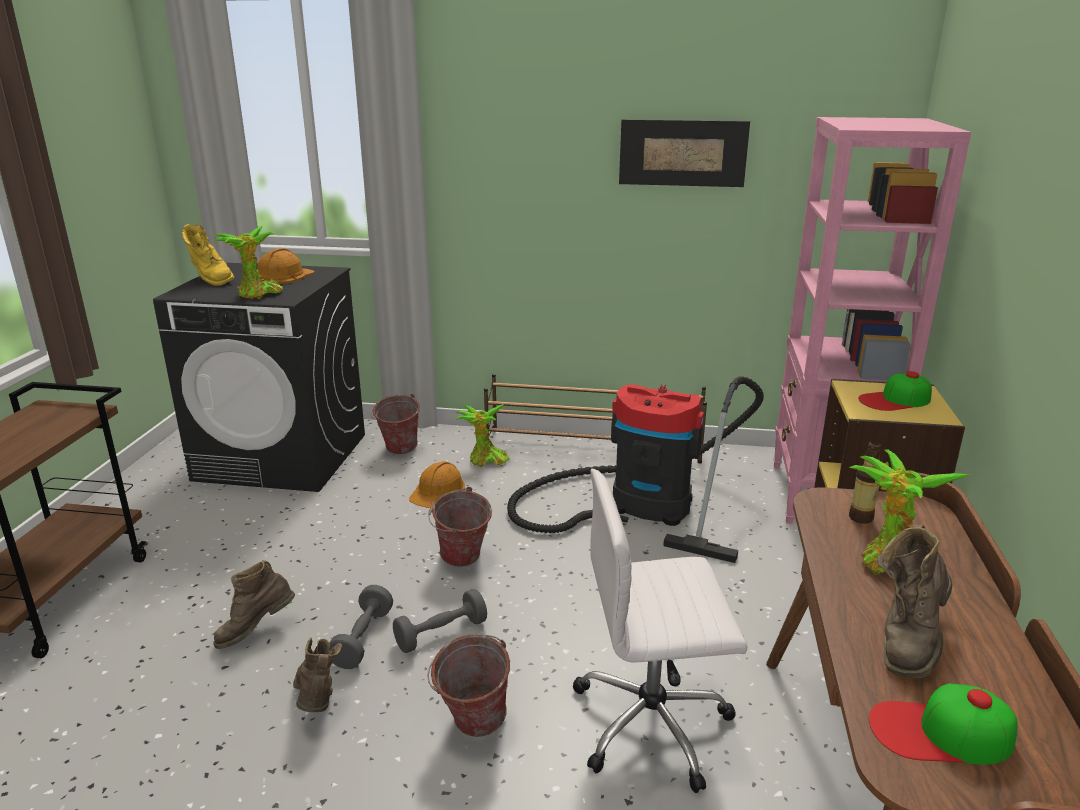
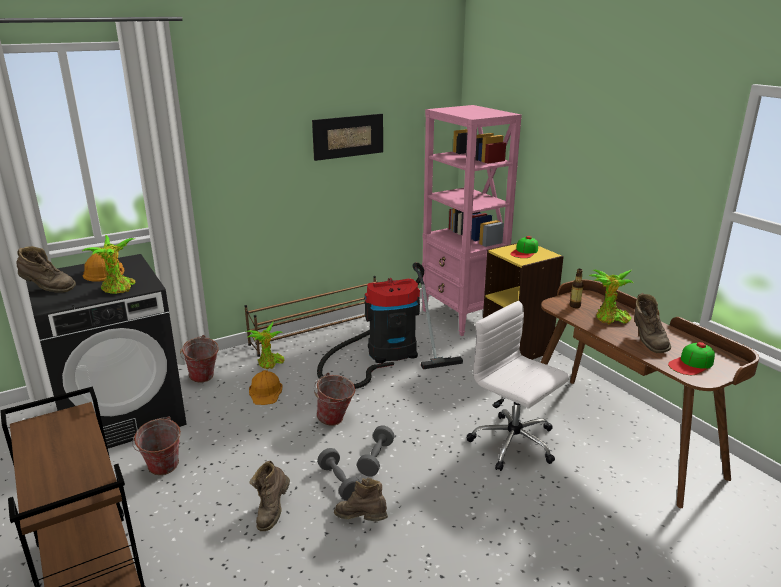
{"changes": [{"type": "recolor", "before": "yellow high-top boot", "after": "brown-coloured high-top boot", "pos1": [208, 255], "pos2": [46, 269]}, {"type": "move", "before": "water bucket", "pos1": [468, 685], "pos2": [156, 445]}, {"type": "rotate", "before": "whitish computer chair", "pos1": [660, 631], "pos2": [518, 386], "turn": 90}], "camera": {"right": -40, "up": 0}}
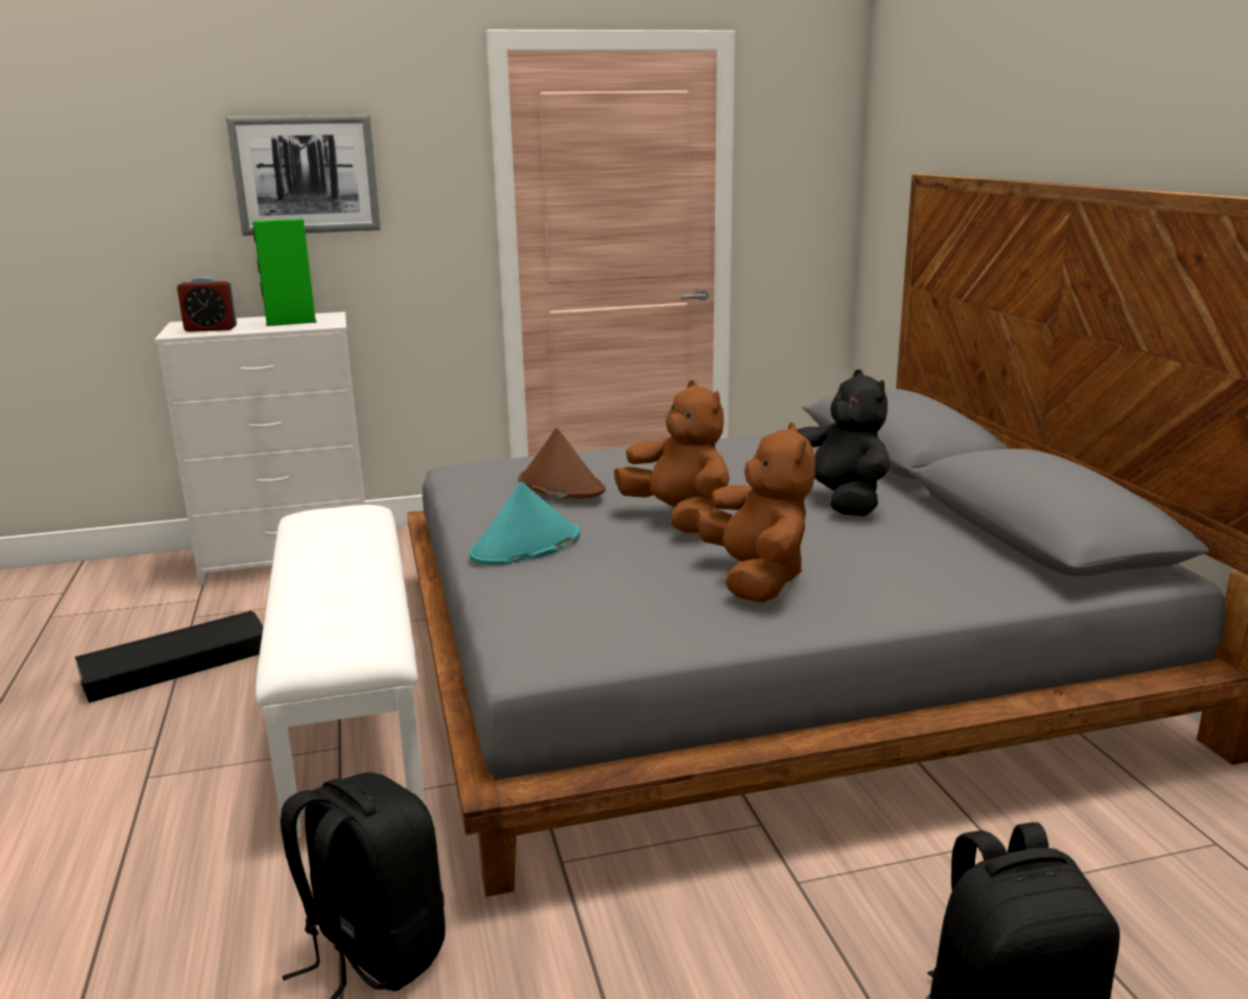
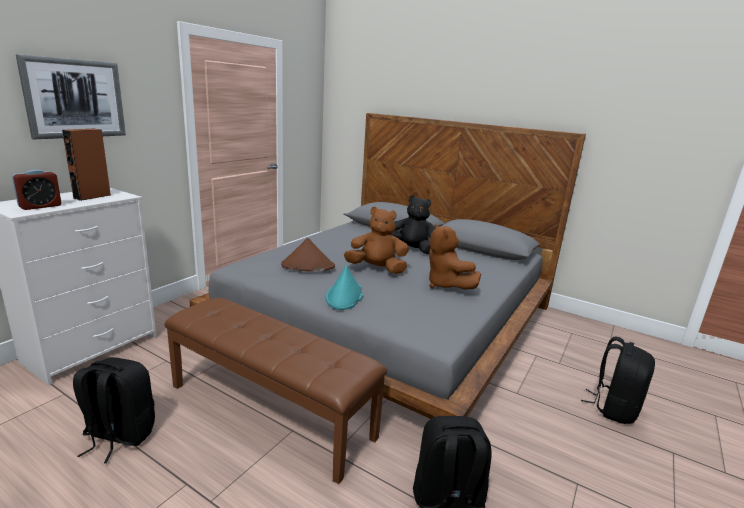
{"changes": [{"type": "replace", "before": "blackish storage container", "after": "blackish rucksack", "pos1": [169, 657], "pos2": [114, 410]}, {"type": "recolor", "before": "greenish loudspeaker", "after": "brown-coloured loudspeaker", "pos1": [285, 272], "pos2": [86, 165]}, {"type": "recolor", "before": "whitish long seat", "after": "brown-coloured long seat", "pos1": [339, 672], "pos2": [275, 391]}, {"type": "rotate", "before": "brown-coloured plush toy", "pos1": [755, 512], "pos2": [455, 256], "turn": -150}], "camera": {"right": -45, "up": 0}}
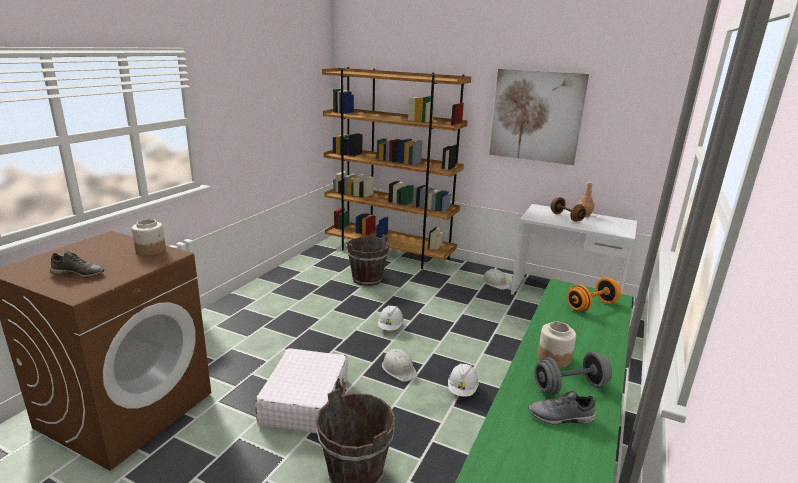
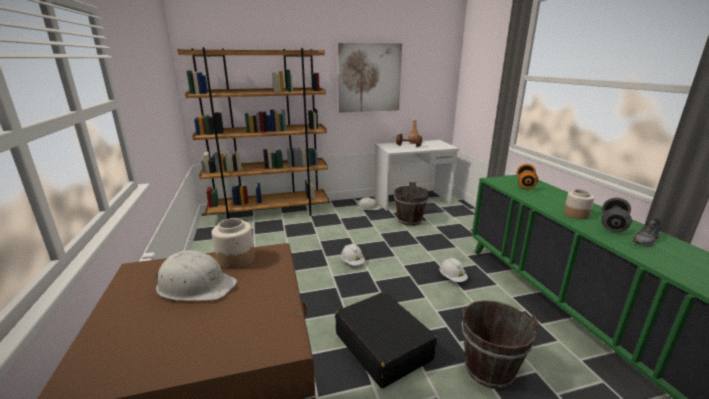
{"changes": [{"type": "delete", "before": "grey item of footwear", "pos1": [77, 264]}, {"type": "recolor", "before": "whitish travel case", "after": "blackish travel case", "pos1": [301, 391], "pos2": [386, 340]}, {"type": "move", "before": "brown-coloured water bucket", "pos1": [367, 260], "pos2": [411, 204]}, {"type": "move", "before": "whitish hard hat", "pos1": [400, 365], "pos2": [196, 275]}], "camera": {"right": -40, "up": 0}}
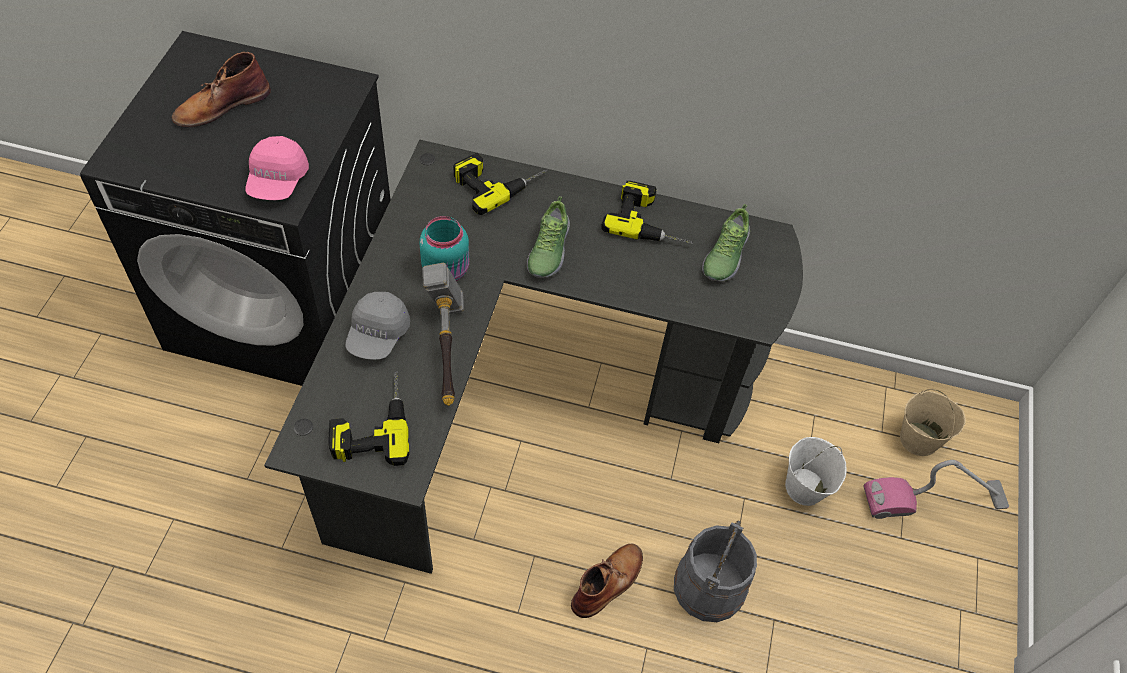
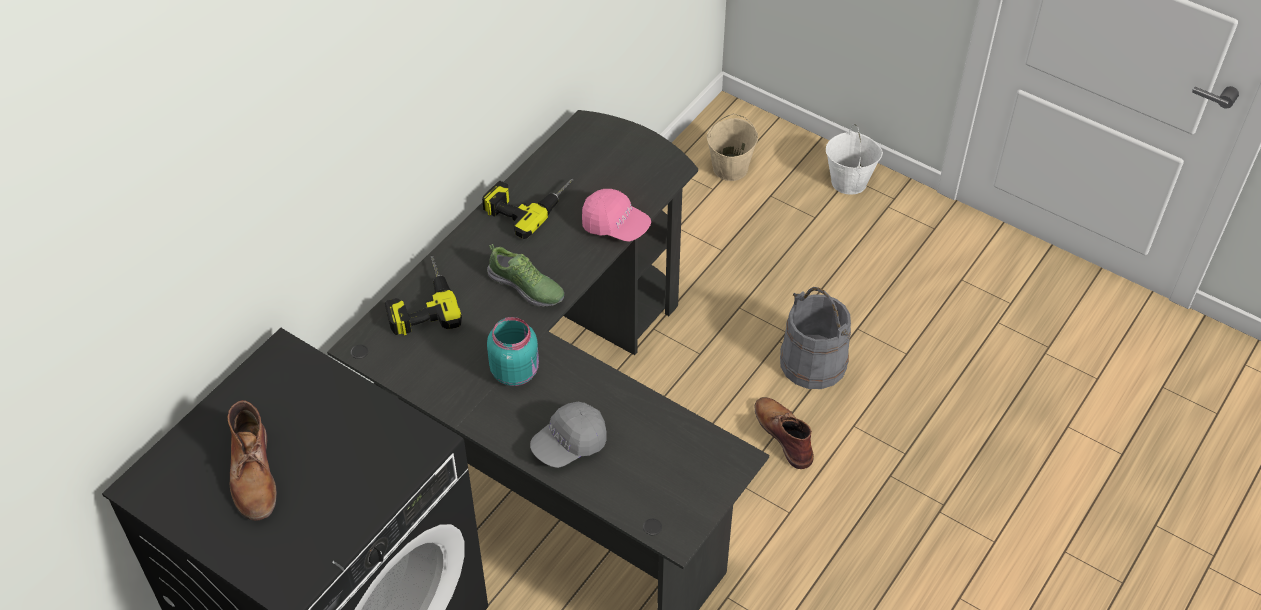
{"changes": [{"type": "move", "before": "pink cap", "pos1": [277, 168], "pos2": [616, 215]}, {"type": "delete", "before": "electric drill", "pos1": [368, 418]}, {"type": "rotate", "before": "grey cap", "pos1": [377, 326], "pos2": [568, 435], "turn": 105}, {"type": "delete", "before": "hand hammer", "pos1": [443, 334]}, {"type": "delete", "before": "item of footwear", "pos1": [726, 243]}, {"type": "move", "before": "whitish water bucket", "pos1": [816, 471], "pos2": [854, 159]}, {"type": "delete", "before": "vacuum cleaner", "pos1": [936, 489]}], "camera": {"right": -65, "up": -5}}
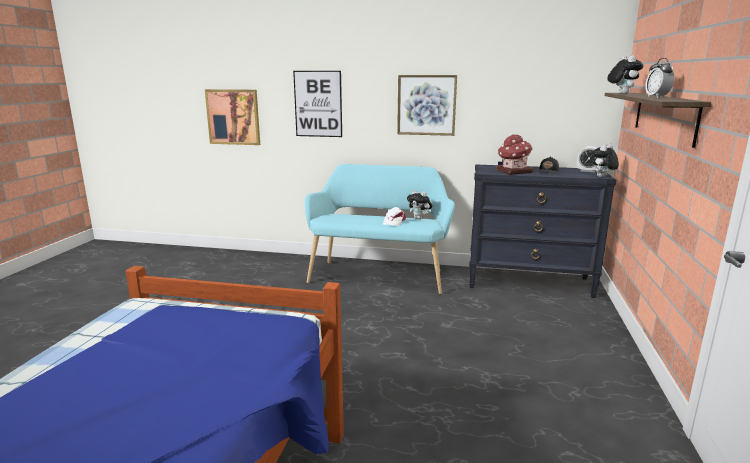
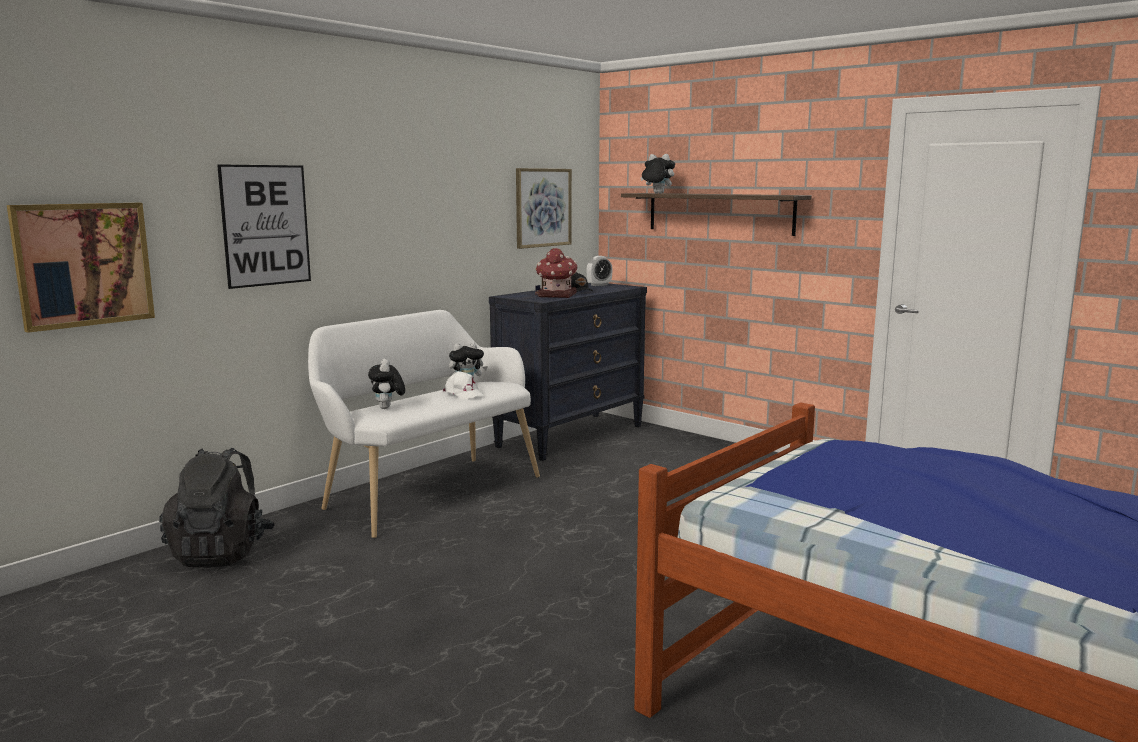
{"changes": [{"type": "recolor", "before": "turquoise long seat", "after": "whitish long seat", "pos1": [380, 229], "pos2": [424, 424]}, {"type": "move", "before": "wall picture", "pos1": [427, 105], "pos2": [544, 208]}, {"type": "move", "before": "plush toy", "pos1": [605, 160], "pos2": [386, 384]}, {"type": "delete", "before": "bedside clock", "pos1": [659, 78]}, {"type": "insert", "after": "blackish rucksack", "pos2": [217, 508]}], "camera": {"right": -60, "up": -5}}
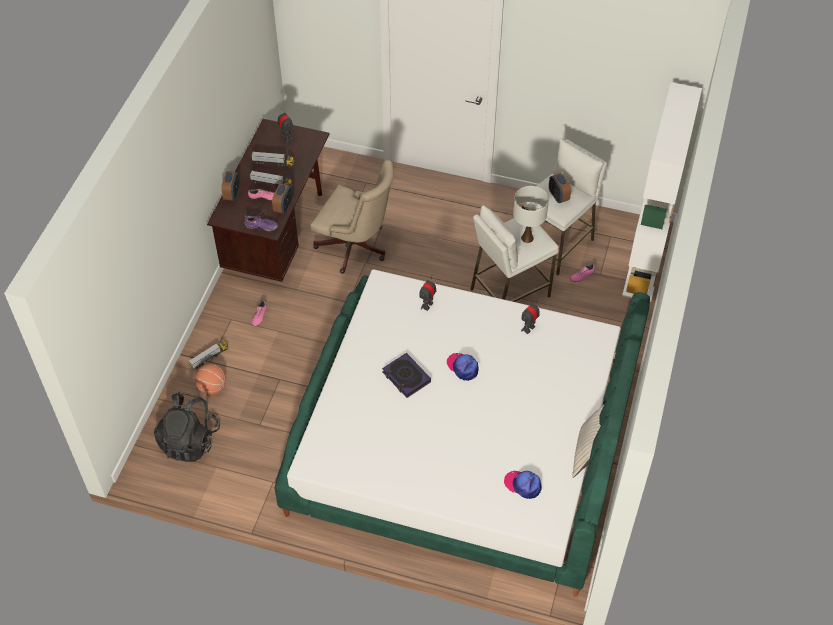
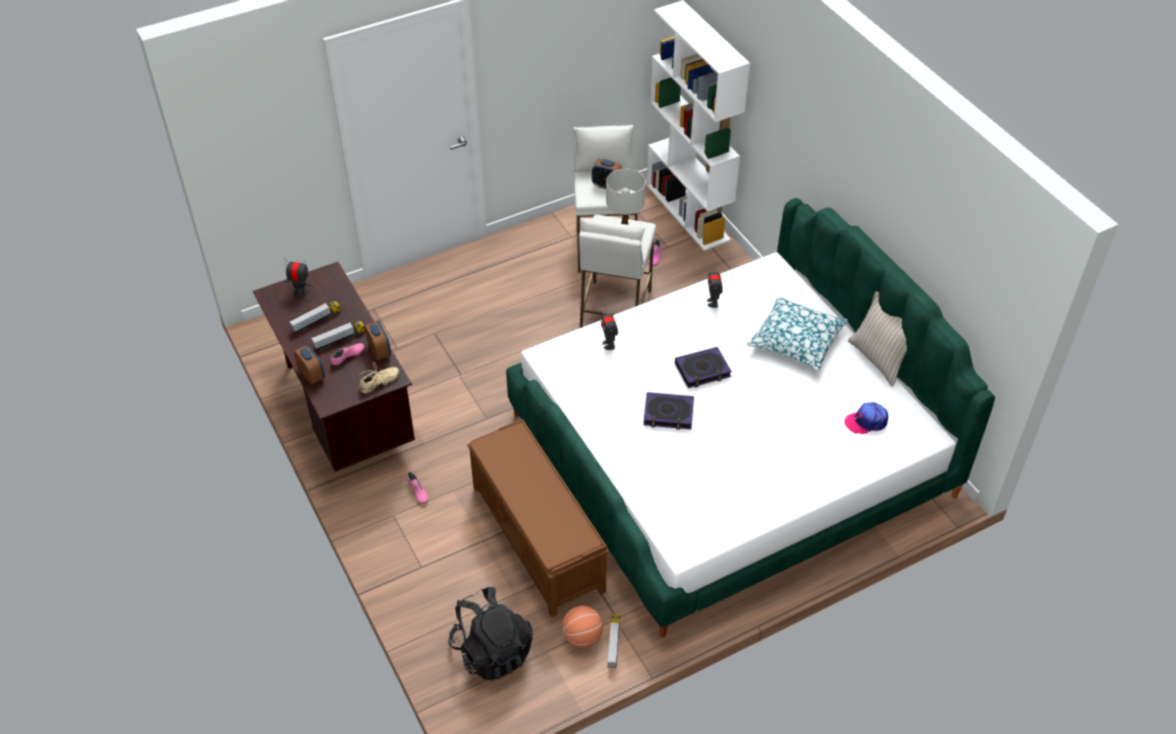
{"changes": [{"type": "move", "before": "model truck", "pos1": [208, 355], "pos2": [613, 641]}, {"type": "move", "before": "basketball", "pos1": [210, 379], "pos2": [582, 627]}, {"type": "recolor", "before": "purplish item of footwear", "after": "beige item of footwear", "pos1": [261, 220], "pos2": [379, 378]}, {"type": "delete", "before": "beige computer chair", "pos1": [352, 217]}, {"type": "replace", "before": "cap", "after": "volume", "pos1": [463, 367], "pos2": [703, 367]}, {"type": "insert", "after": "brown-coloured long seat", "pos2": [538, 518]}, {"type": "insert", "after": "cushion", "pos2": [797, 333]}], "camera": {"right": -45, "up": -5}}
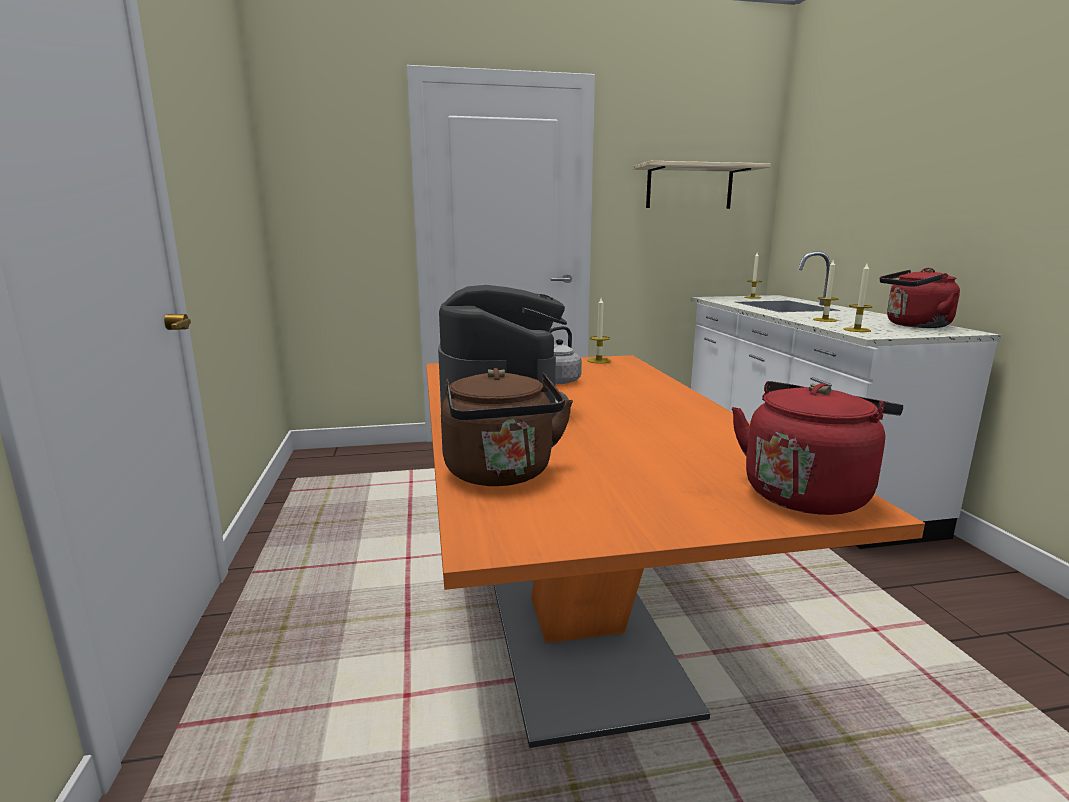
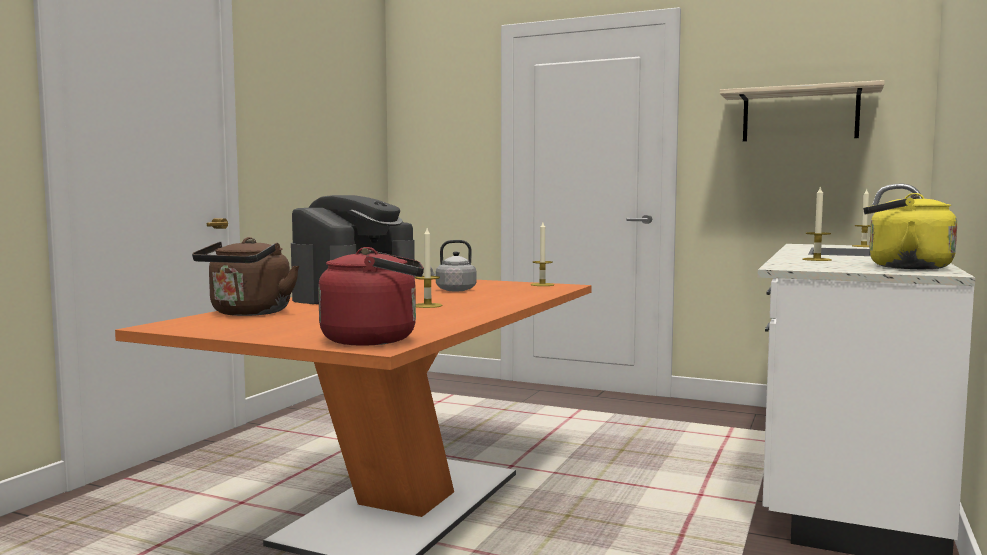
{"changes": [{"type": "move", "before": "wax light", "pos1": [858, 298], "pos2": [428, 268]}, {"type": "recolor", "before": "reddish kettle", "after": "yellow kettle", "pos1": [920, 298], "pos2": [910, 231]}], "camera": {"right": 35, "up": -10}}
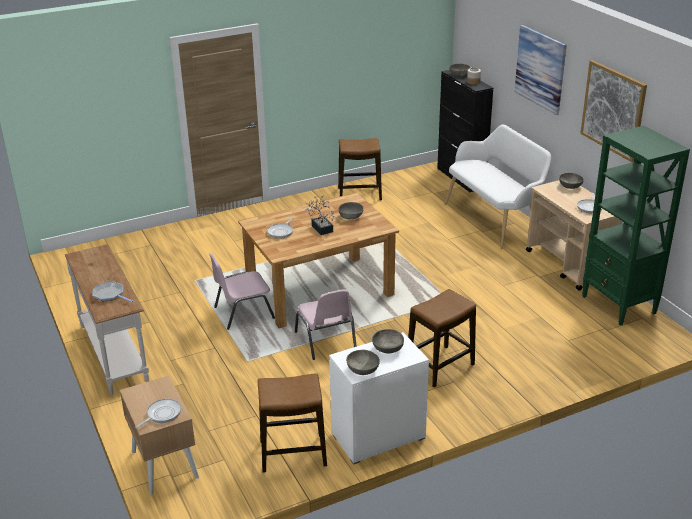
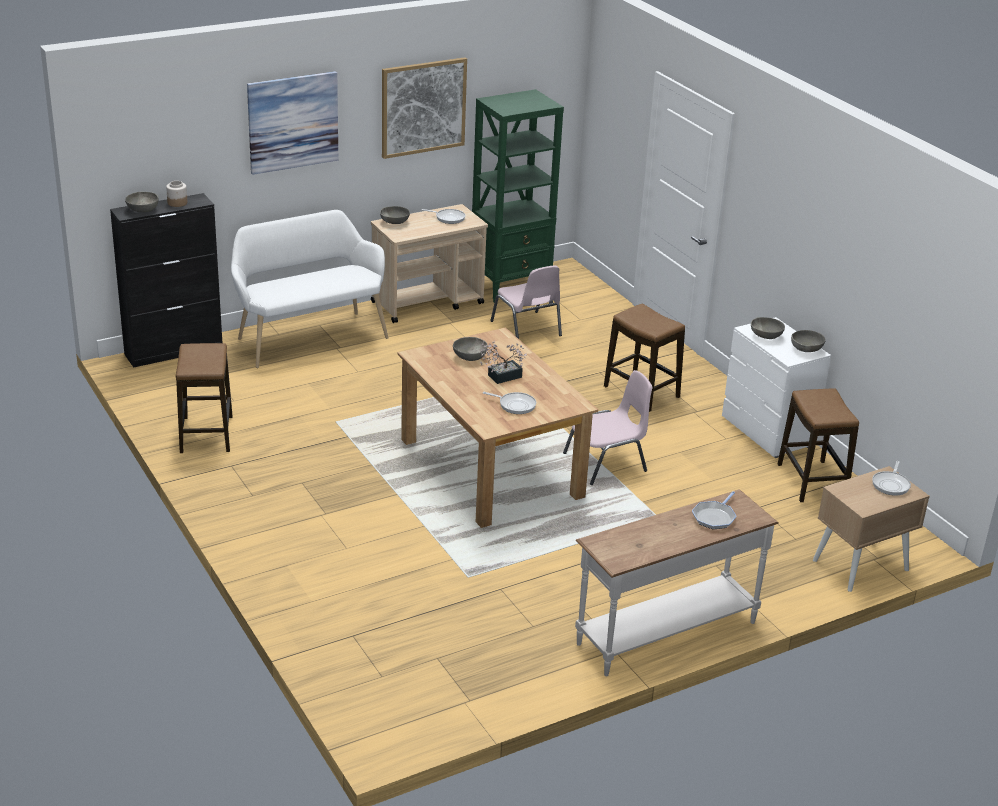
{"changes": [{"type": "rotate", "before": "skillet", "pos1": [158, 413], "pos2": [891, 478], "turn": -105}, {"type": "move", "before": "pink upright chair", "pos1": [242, 291], "pos2": [526, 302]}], "camera": {"right": -95, "up": 0}}
